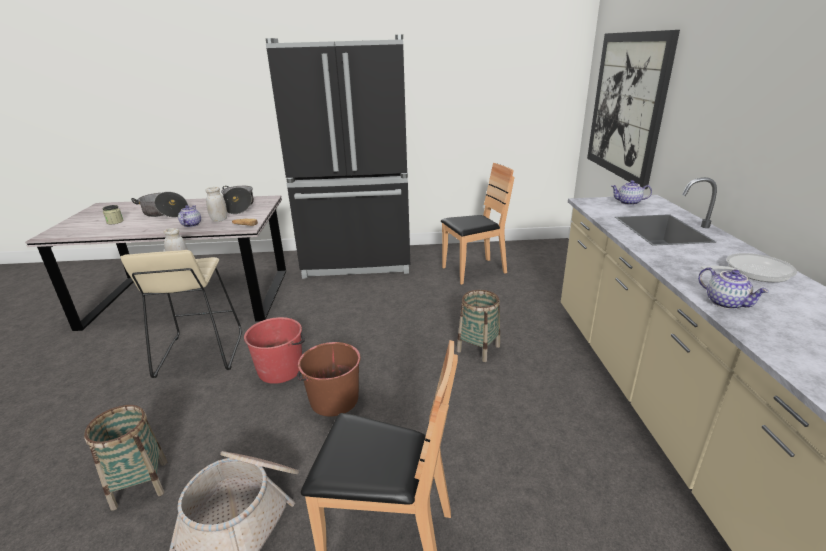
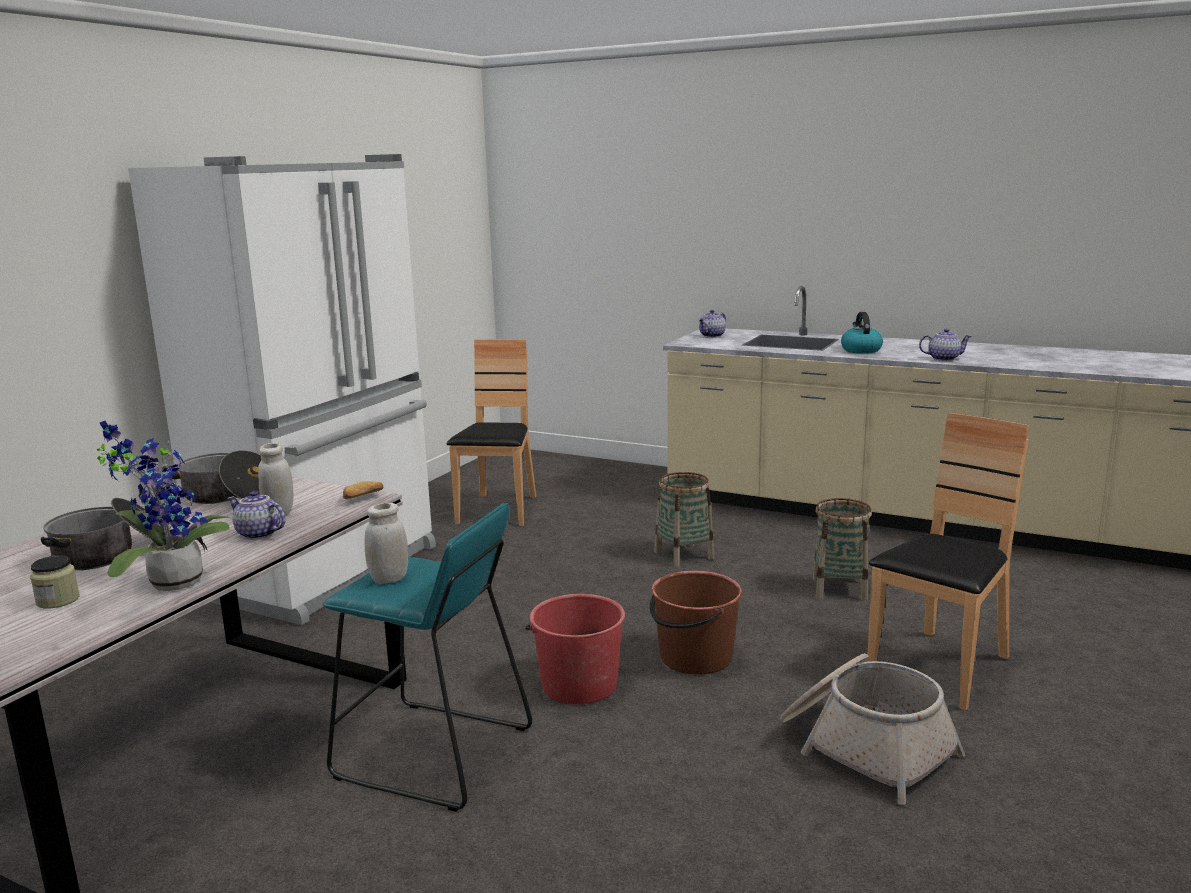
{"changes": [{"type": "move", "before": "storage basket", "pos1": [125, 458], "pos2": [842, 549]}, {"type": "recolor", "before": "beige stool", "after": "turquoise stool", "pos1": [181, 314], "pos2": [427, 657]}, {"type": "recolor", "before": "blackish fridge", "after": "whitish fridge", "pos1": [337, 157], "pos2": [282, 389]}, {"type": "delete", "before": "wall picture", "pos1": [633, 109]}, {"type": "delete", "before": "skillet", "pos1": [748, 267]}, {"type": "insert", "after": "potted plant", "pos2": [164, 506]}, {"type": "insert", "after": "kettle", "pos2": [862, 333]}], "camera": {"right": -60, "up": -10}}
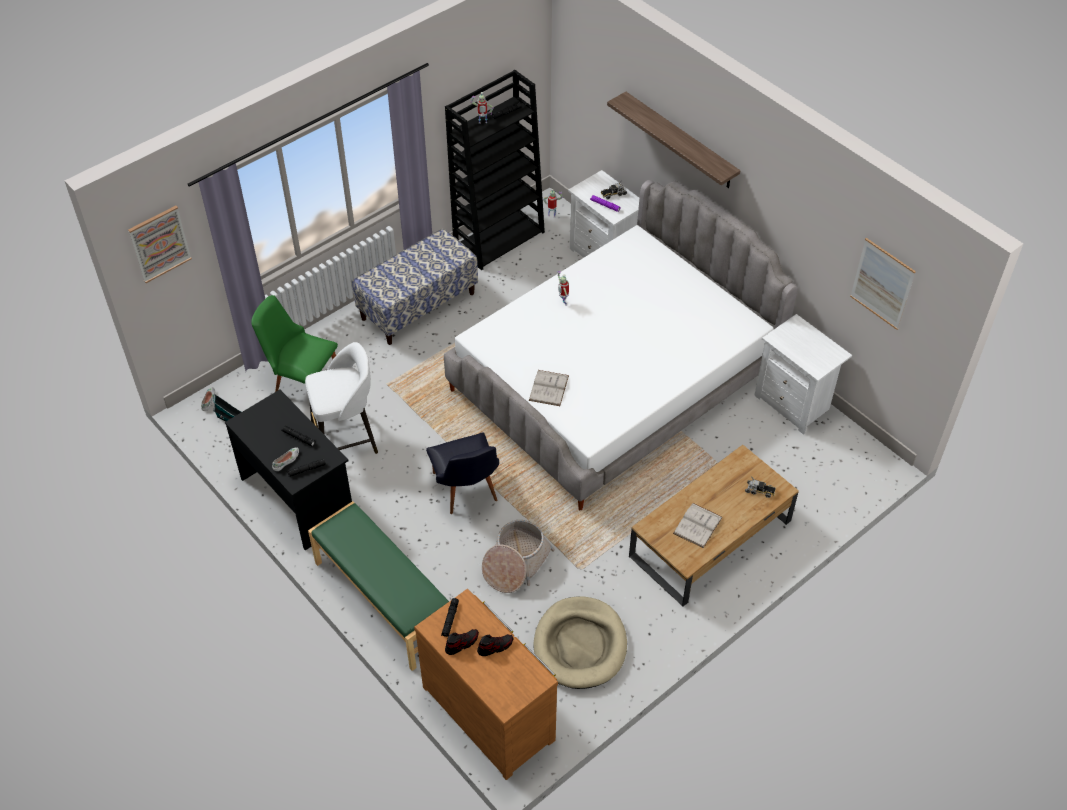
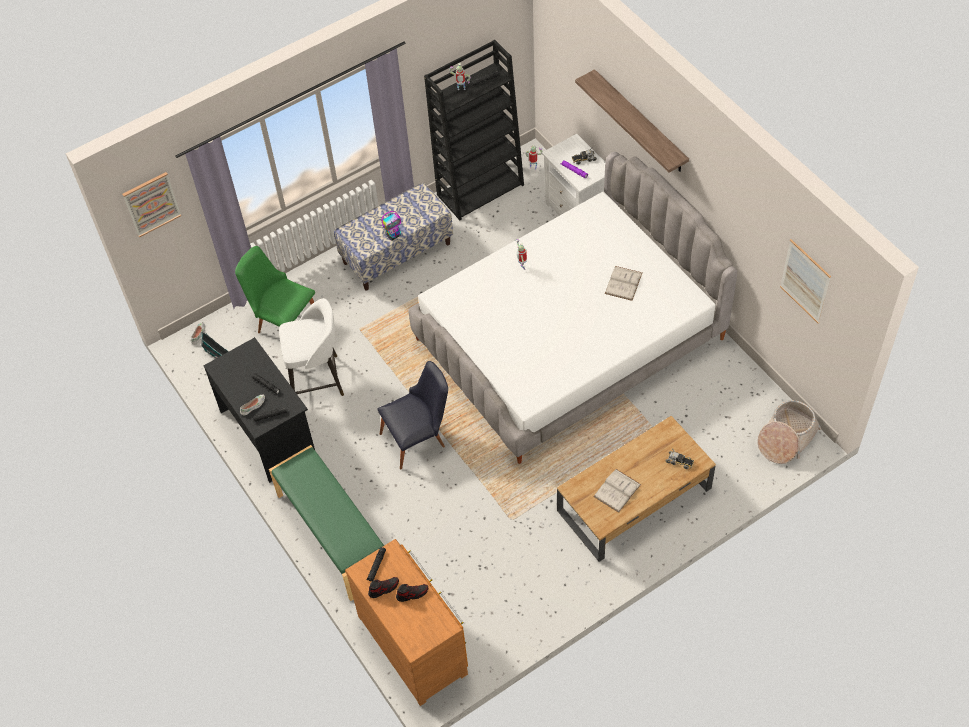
{"changes": [{"type": "rotate", "before": "blackish upright chair", "pos1": [462, 473], "pos2": [412, 415], "turn": -105}, {"type": "move", "before": "storage basket", "pos1": [518, 556], "pos2": [789, 432]}, {"type": "move", "before": "whitish volume", "pos1": [549, 388], "pos2": [623, 283]}, {"type": "delete", "before": "beige dog bed", "pos1": [580, 643]}, {"type": "delete", "before": "whitish nightstand", "pos1": [803, 374]}, {"type": "insert", "after": "model robot", "pos2": [391, 226]}], "camera": {"right": 10, "up": 5}}
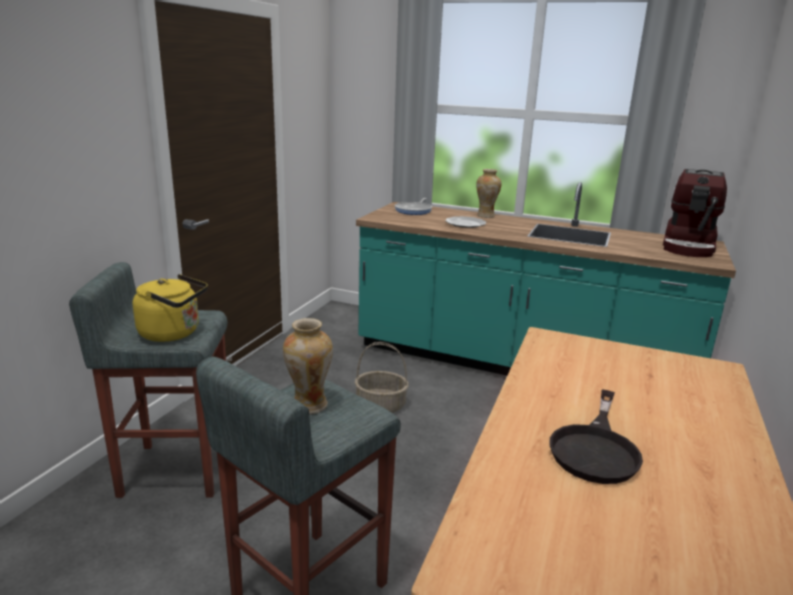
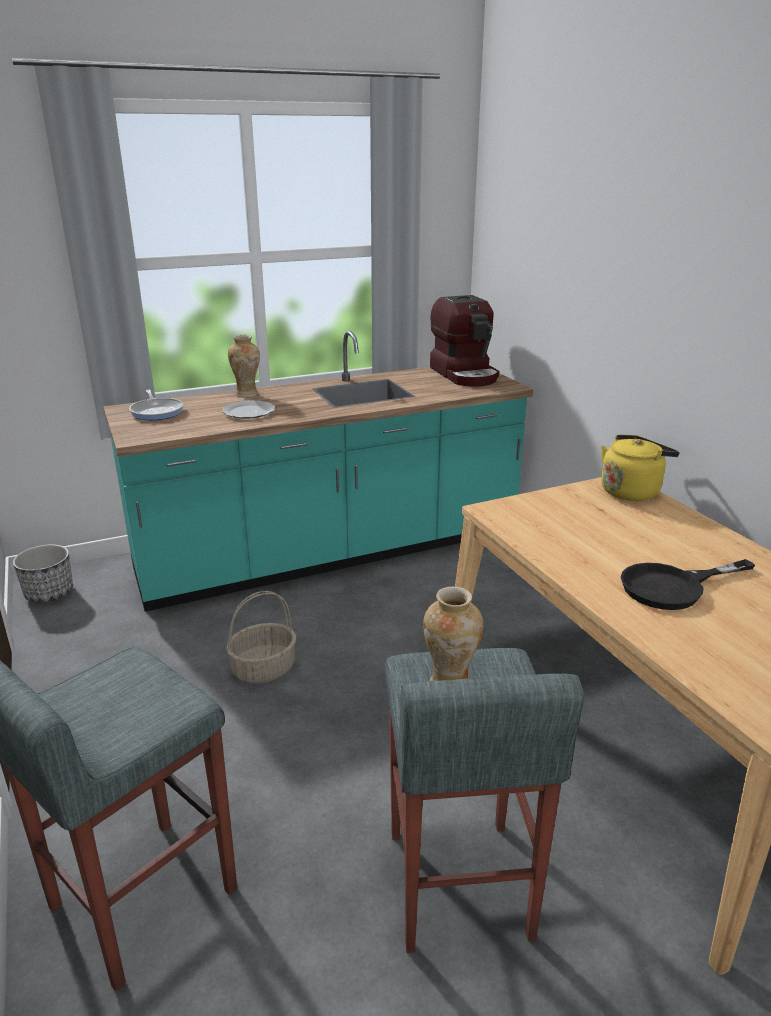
{"changes": [{"type": "move", "before": "yellow kettle", "pos1": [170, 308], "pos2": [640, 468]}, {"type": "rotate", "before": "blackish skillet", "pos1": [596, 437], "pos2": [688, 584], "turn": 90}, {"type": "insert", "after": "planter", "pos2": [43, 574]}], "camera": {"right": -45, "up": 5}}
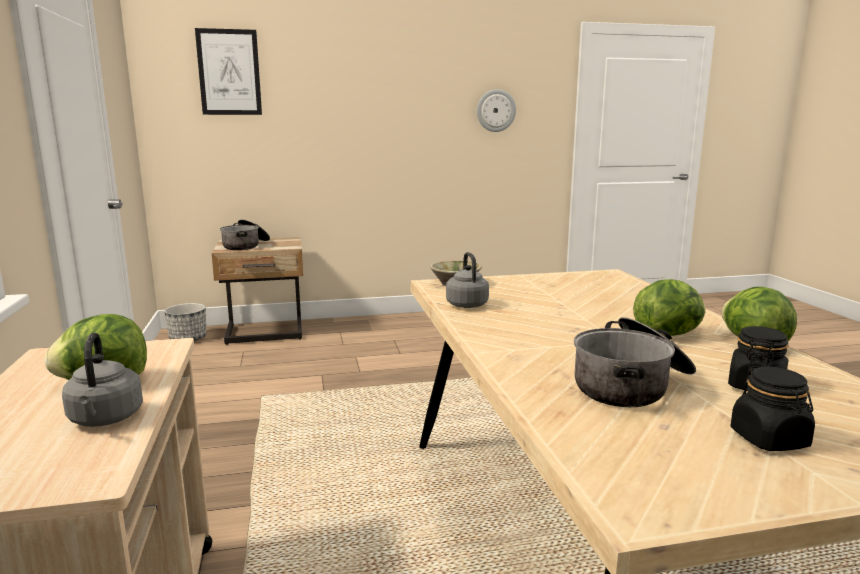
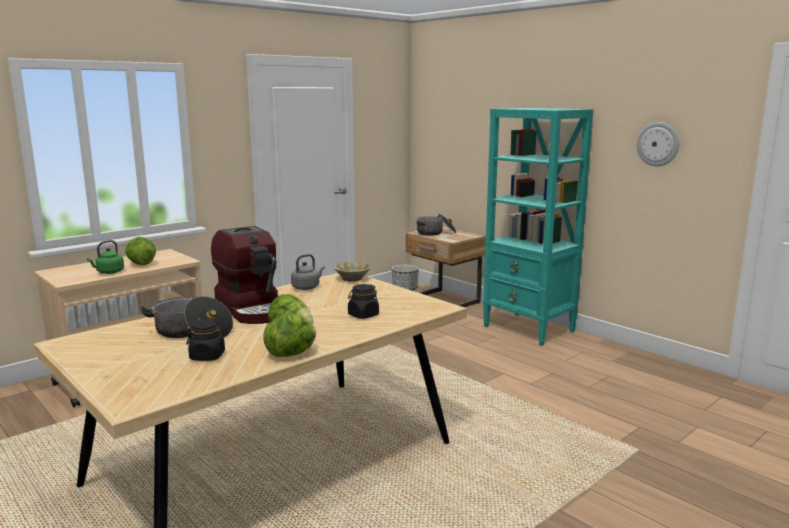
{"changes": [{"type": "recolor", "before": "grey kettle", "after": "greenish kettle", "pos1": [102, 380], "pos2": [105, 257]}, {"type": "delete", "before": "wall picture", "pos1": [228, 71]}, {"type": "move", "before": "blackish jar", "pos1": [772, 408], "pos2": [363, 301]}, {"type": "insert", "after": "coffee machine", "pos2": [244, 275]}, {"type": "insert", "after": "turquoise shelving unit", "pos2": [538, 227]}], "camera": {"right": 60, "up": 0}}
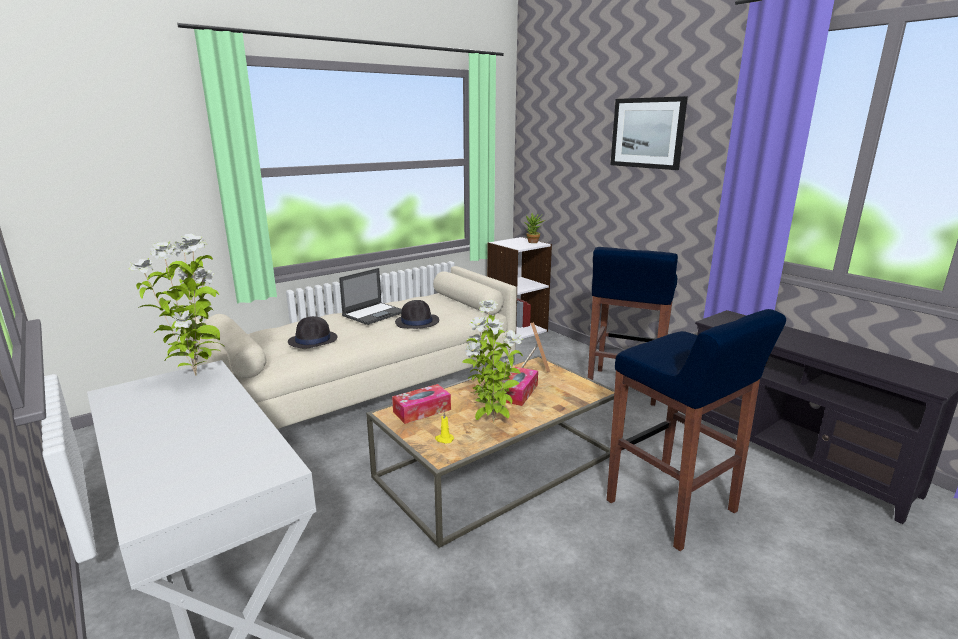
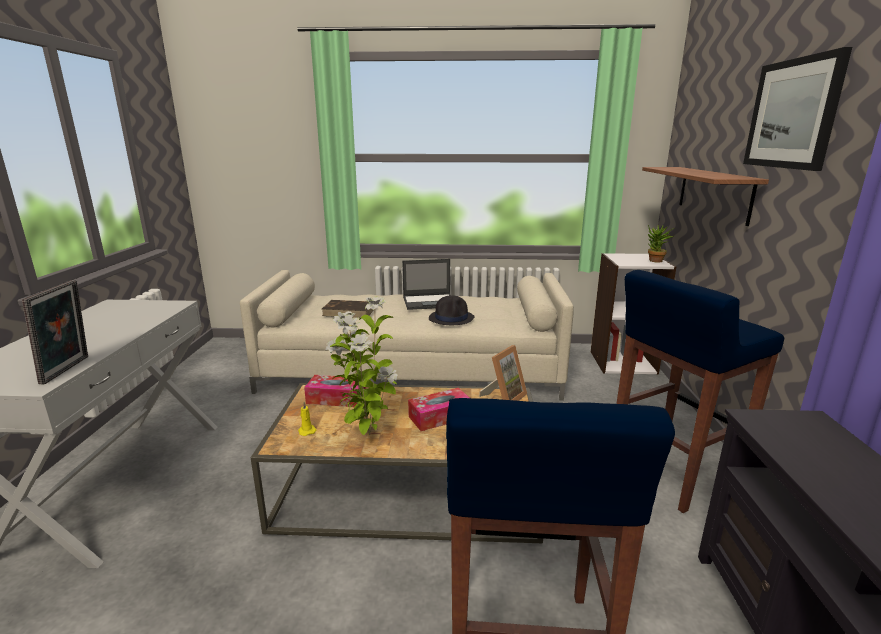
{"changes": [{"type": "delete", "before": "potted plant", "pos1": [176, 305]}, {"type": "replace", "before": "blackish clothing hat", "after": "brown-coloured volume", "pos1": [312, 332], "pos2": [347, 309]}, {"type": "insert", "after": "standing frame", "pos2": [55, 332]}, {"type": "insert", "after": "bracket shelf", "pos2": [705, 196]}], "camera": {"right": 40, "up": 0}}
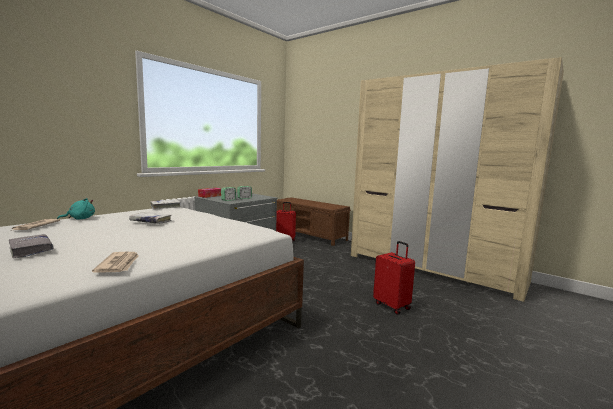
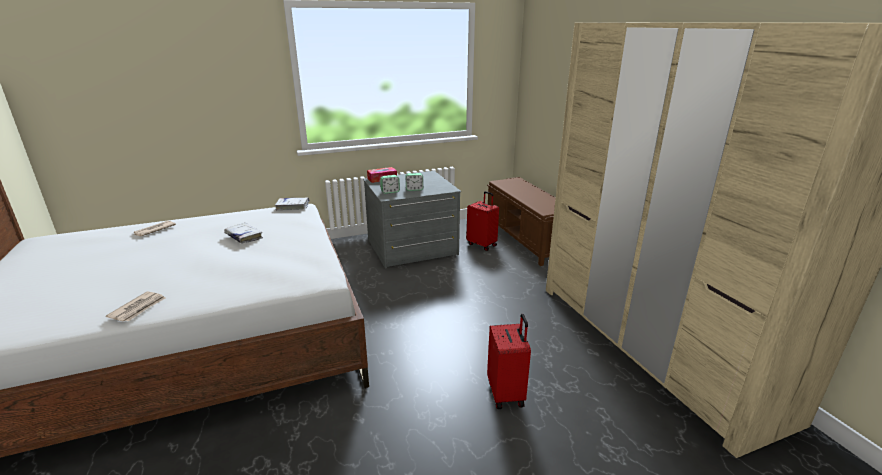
{"changes": [{"type": "delete", "before": "grey volume", "pos1": [31, 246]}, {"type": "delete", "before": "turquoise plush toy", "pos1": [76, 208]}], "camera": {"right": 30, "up": 15}}
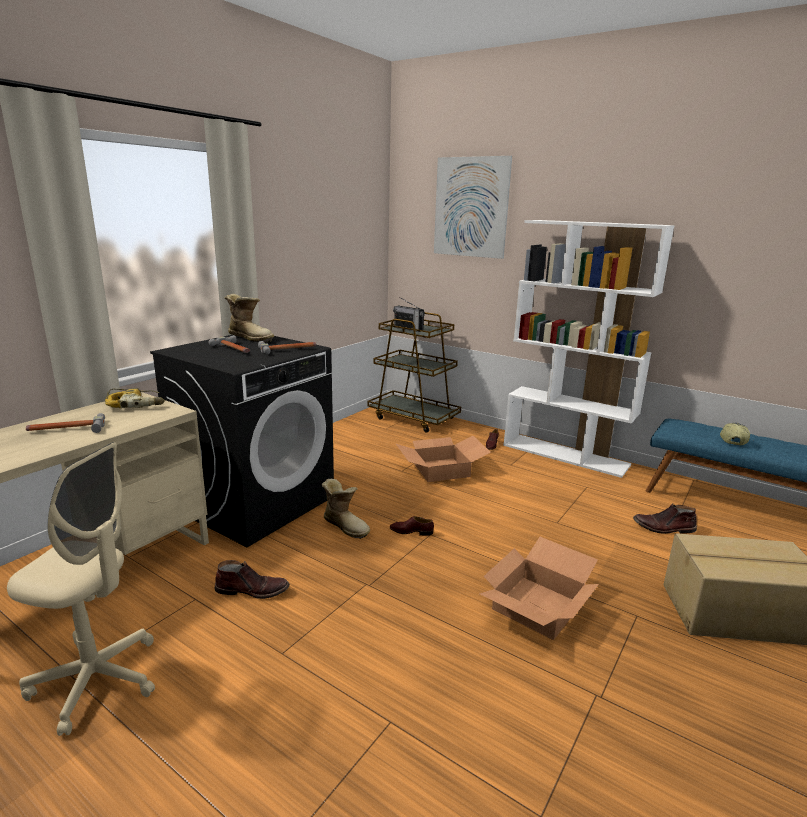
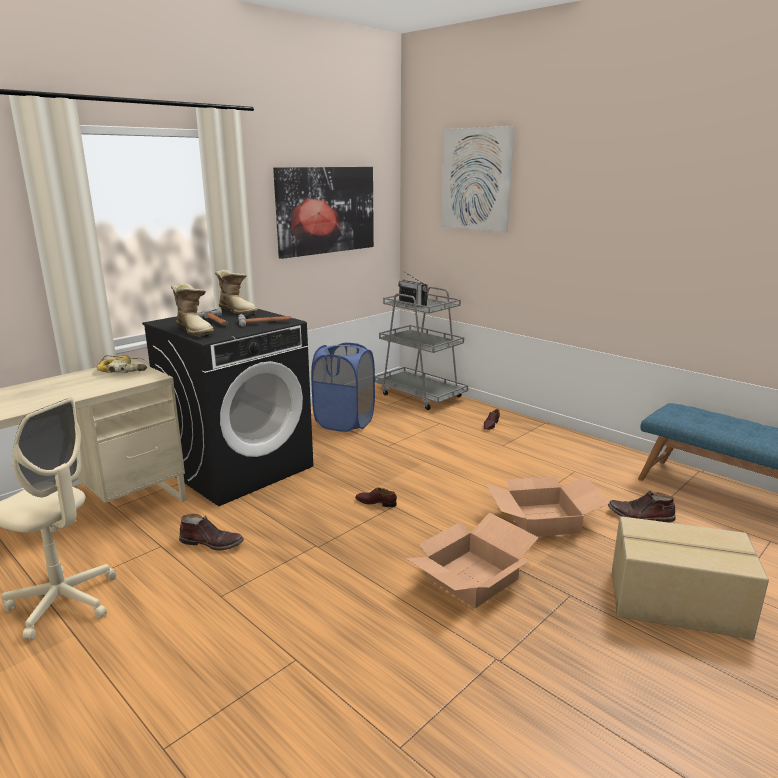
{"changes": [{"type": "delete", "before": "hand hammer", "pos1": [65, 423]}, {"type": "move", "before": "high-top boot", "pos1": [346, 509], "pos2": [192, 310]}, {"type": "recolor", "before": "brown-coloured trolley", "after": "grey trolley", "pos1": [414, 372], "pos2": [421, 348]}, {"type": "move", "before": "cardboard box", "pos1": [443, 459], "pos2": [547, 506]}, {"type": "delete", "before": "whitish shelving unit", "pos1": [589, 349]}, {"type": "delete", "before": "cap", "pos1": [735, 434]}, {"type": "insert", "after": "wall picture", "pos2": [323, 213]}, {"type": "insert", "after": "blue-coloured washing basket", "pos2": [343, 387]}], "camera": {"right": 10, "up": 0}}
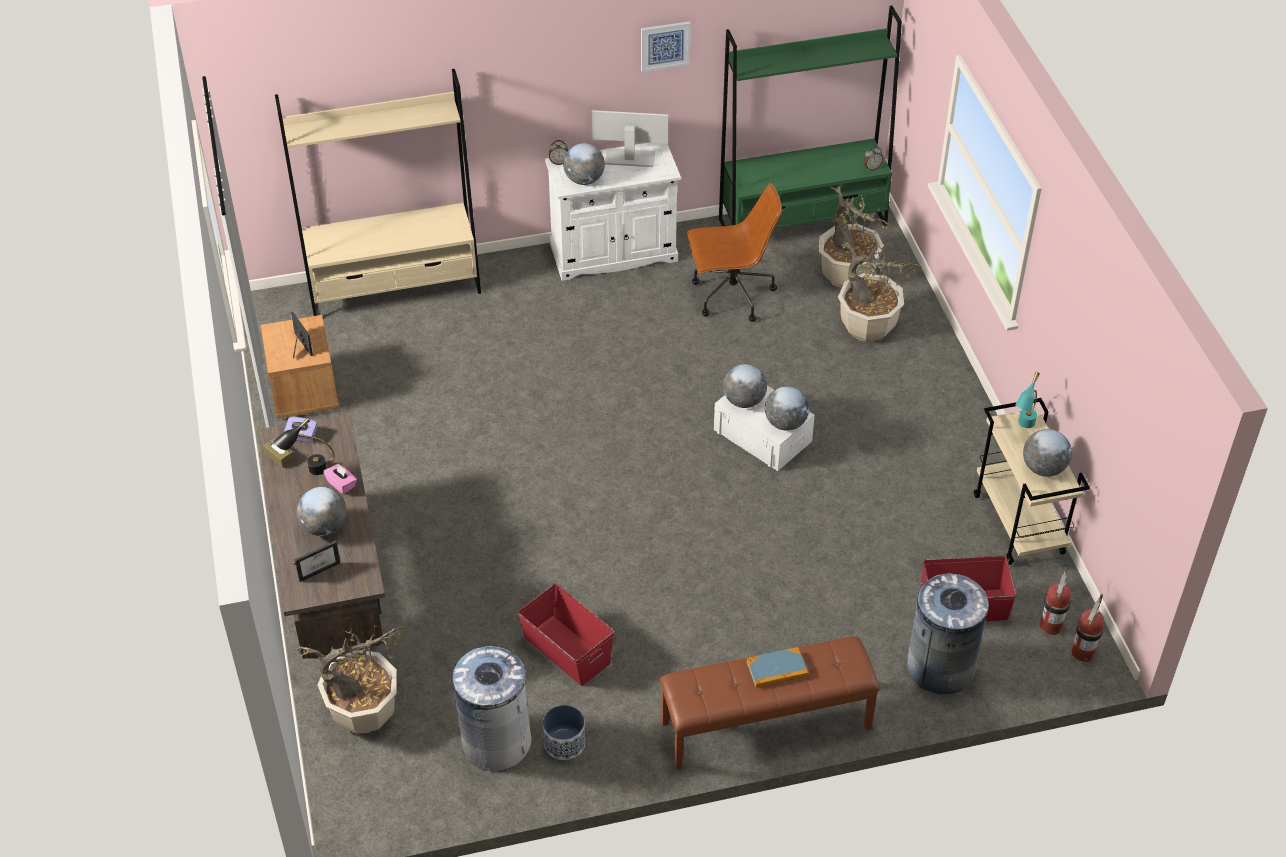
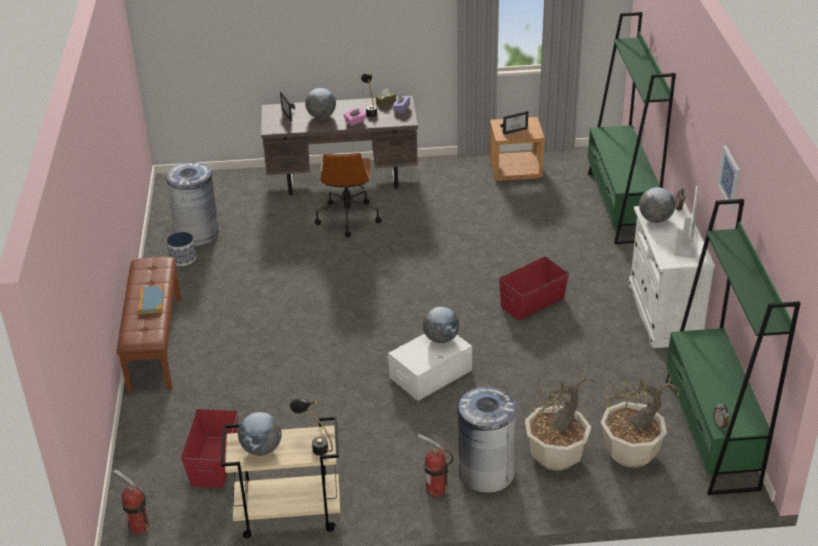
{"changes": [{"type": "recolor", "before": "beige shelving unit", "after": "greenish shelving unit", "pos1": [378, 192], "pos2": [632, 128]}, {"type": "delete", "before": "potted plant", "pos1": [350, 679]}, {"type": "move", "before": "reddish storage container", "pos1": [566, 634], "pos2": [534, 288]}, {"type": "move", "before": "brown-coloured computer chair", "pos1": [734, 252], "pos2": [348, 195]}, {"type": "delete", "before": "desk globe", "pos1": [787, 408]}, {"type": "move", "before": "grey rubbish bin", "pos1": [948, 633], "pos2": [487, 440]}, {"type": "recolor", "before": "turquoise table lamp", "after": "blackish table lamp", "pos1": [1027, 400], "pos2": [311, 427]}, {"type": "move", "before": "fire-fighting cylinder", "pos1": [1055, 601], "pos2": [435, 465]}], "camera": {"right": 100, "up": -10}}
